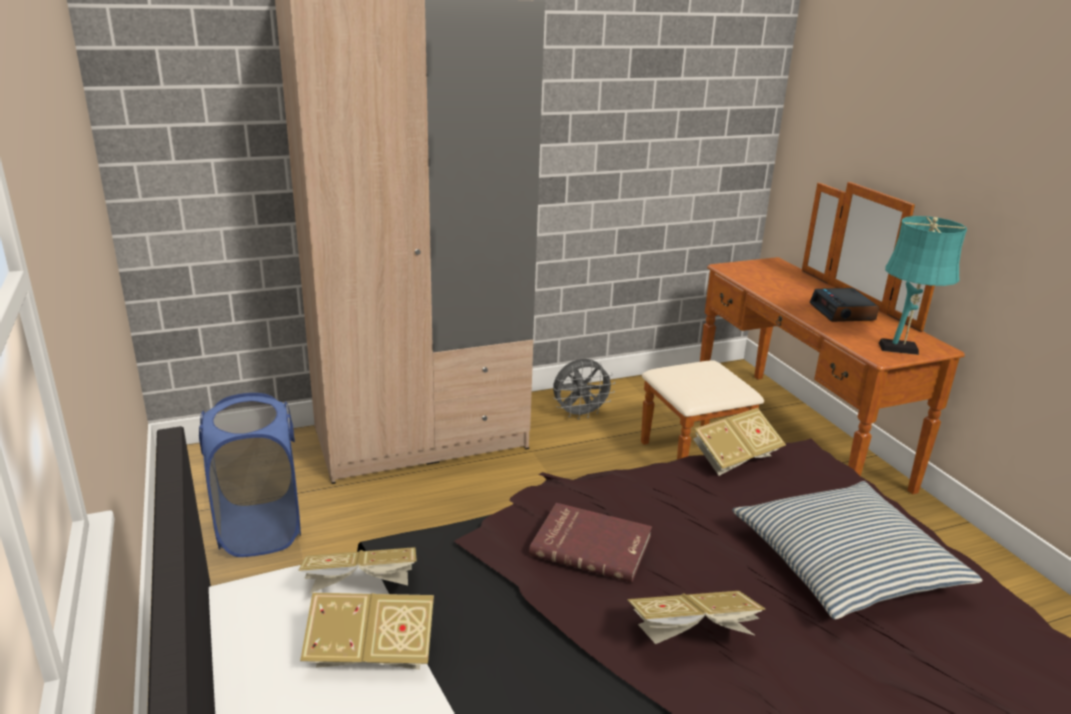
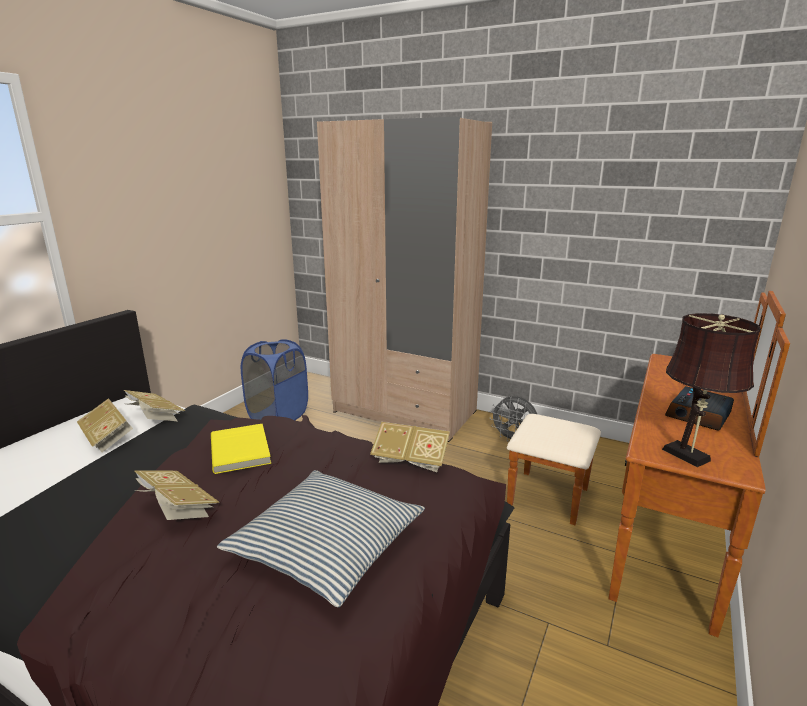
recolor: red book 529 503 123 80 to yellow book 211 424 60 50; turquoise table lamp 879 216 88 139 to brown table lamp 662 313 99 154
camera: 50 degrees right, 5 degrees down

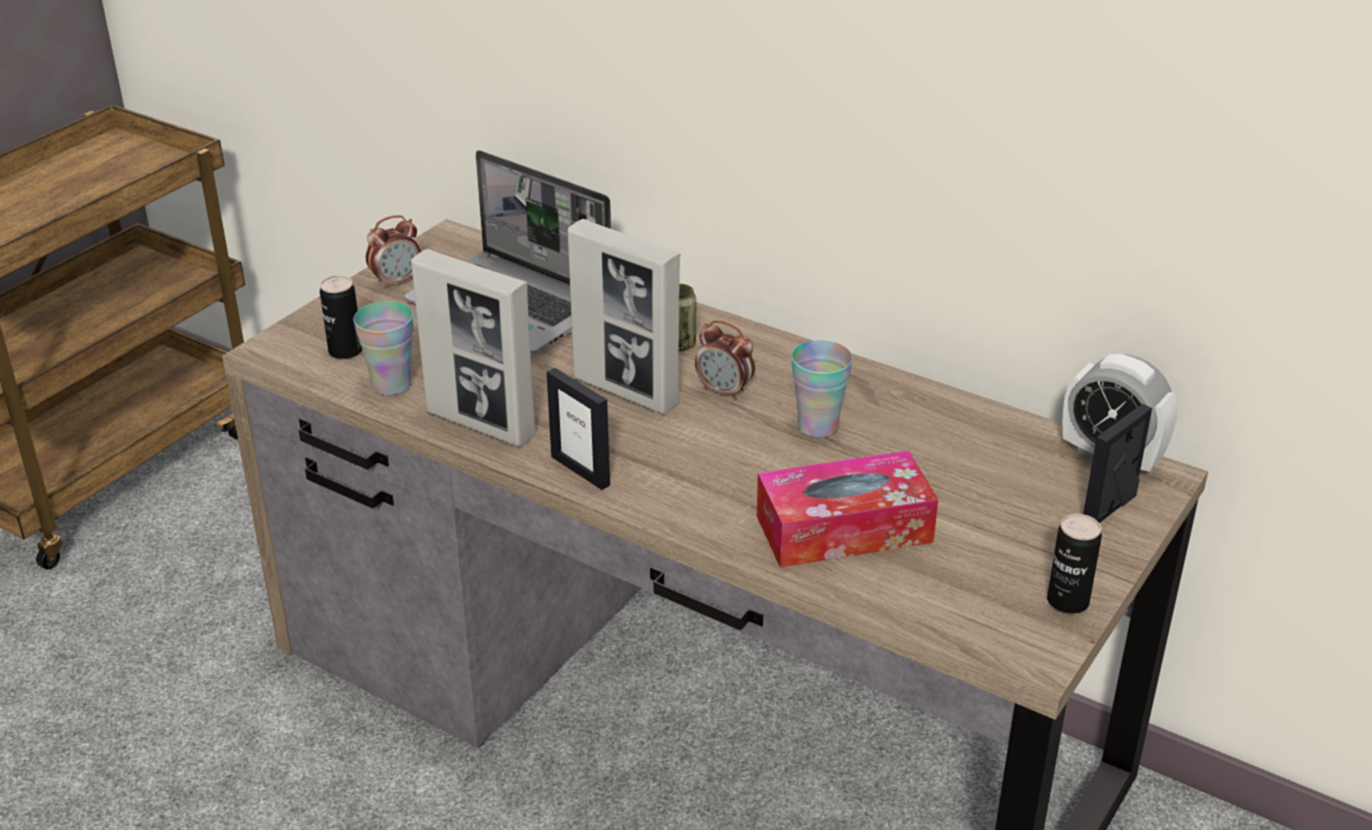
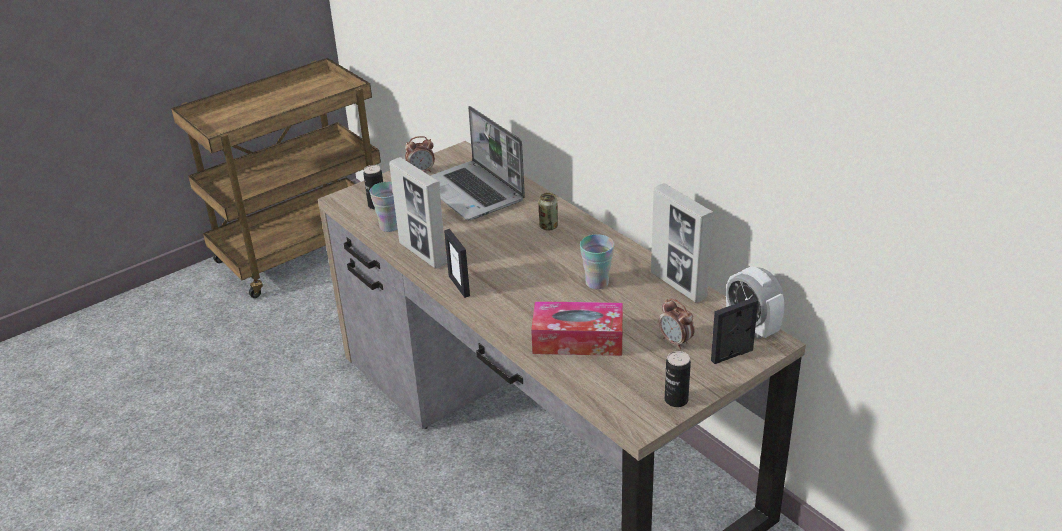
move: picture frame 568 219 112 195 to 651 183 63 120; alarm clock 695 320 60 80 to 659 298 36 51
camera: 20 degrees right, 0 degrees up

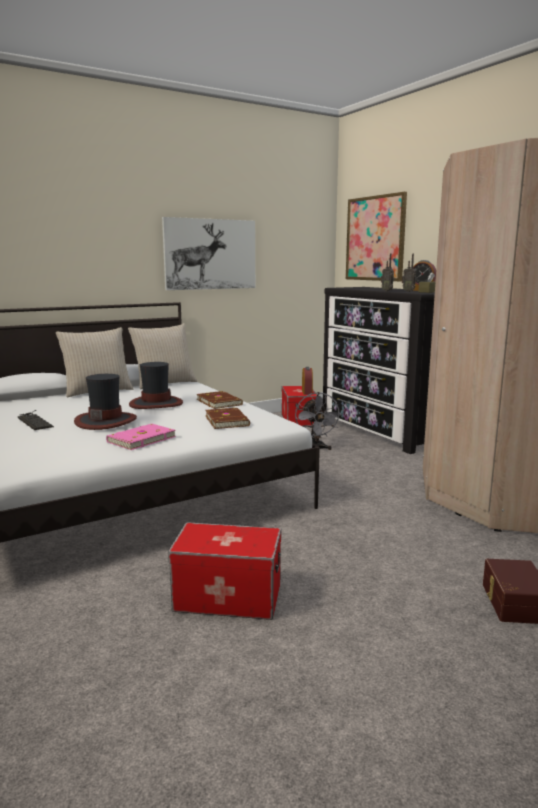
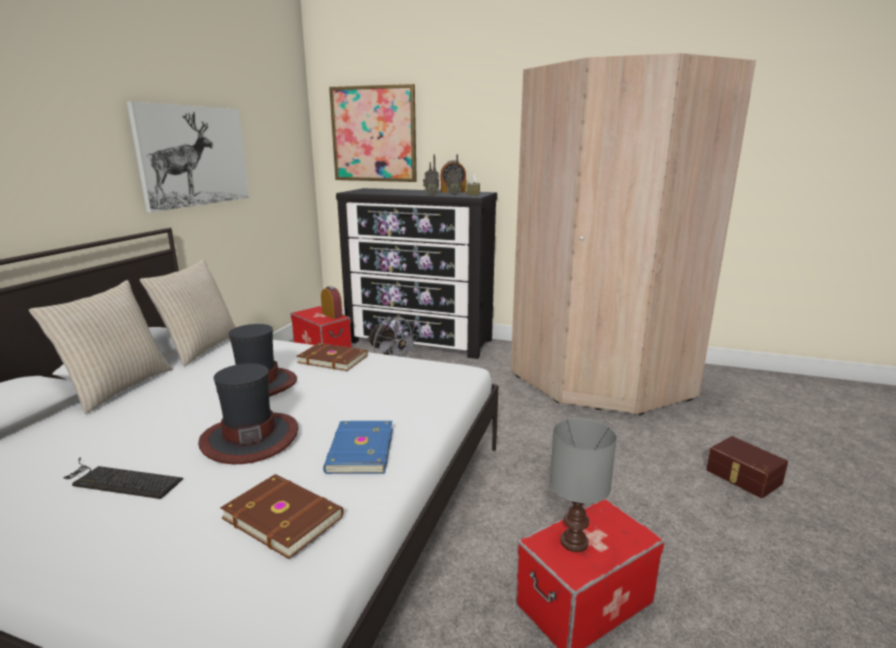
insert: grey table lamp 550 418 67 134
move: brown book 205 408 45 21 to 220 474 124 85
recolor: pink book 106 424 70 26 to blue book 323 421 70 53
camera: 40 degrees left, 5 degrees up

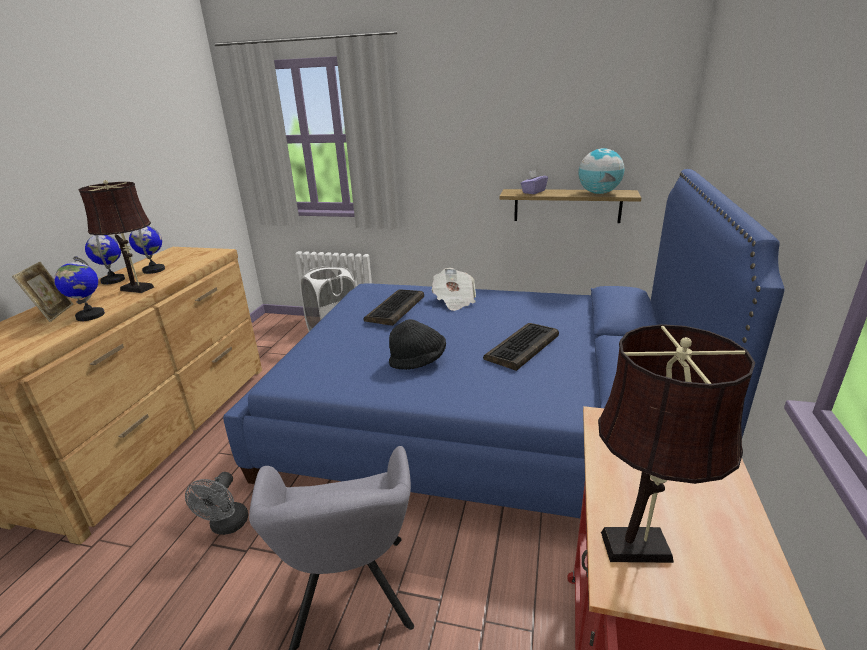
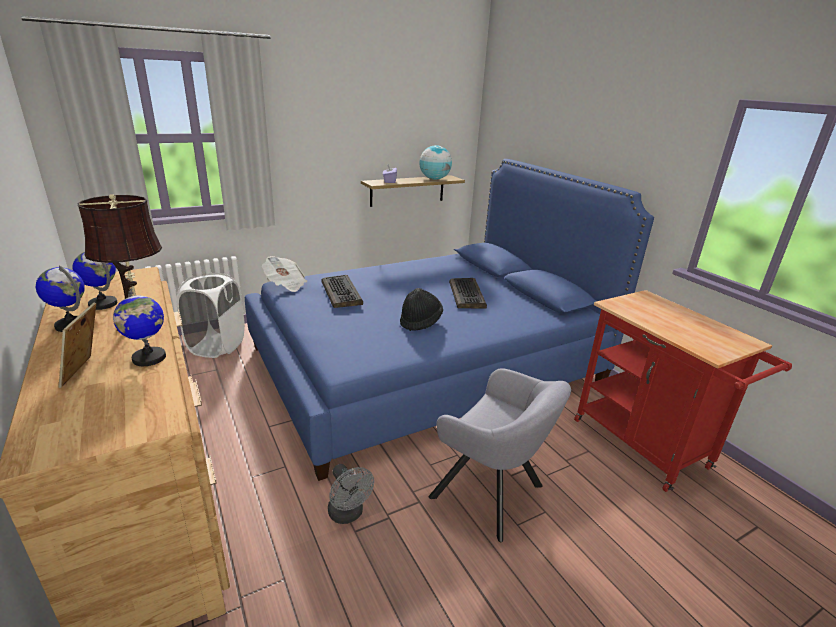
delete: brown table lamp 598 324 157 239
move: newspaper 432 268 44 43 to 262 256 45 36
rotate: picture frame 12 262 61 60 = 58 303 38 85 135 degrees counterclockwise
camera: 45 degrees left, 0 degrees up

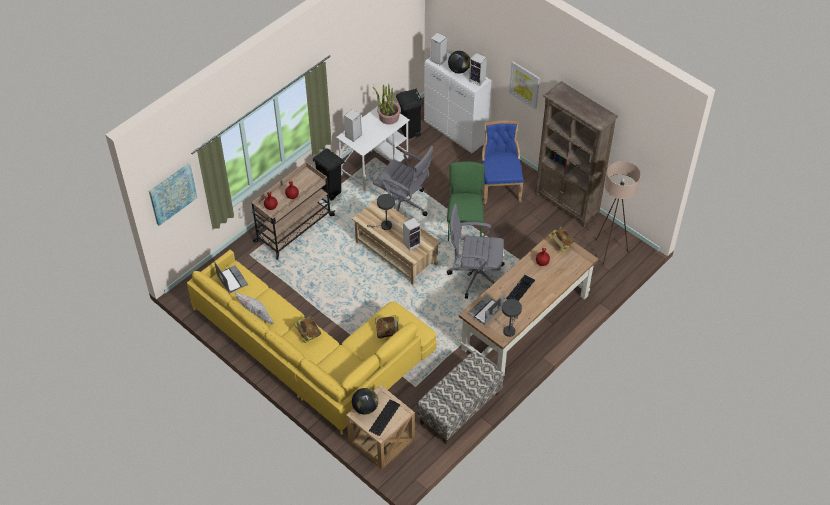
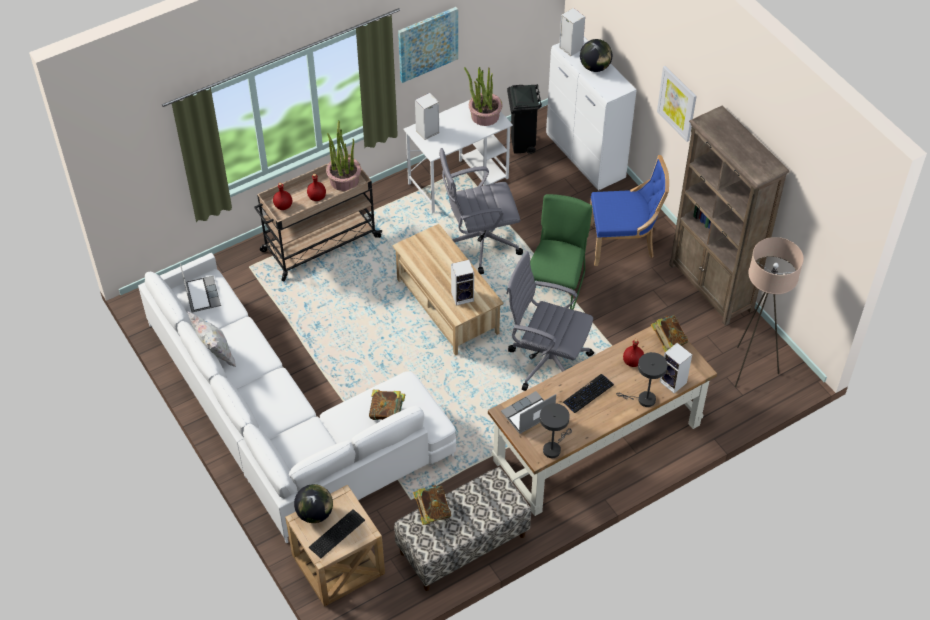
delete: black trash can 312 148 33 53
insert: potted plant 326 121 35 70
move: picture 149 163 48 63 to 398 7 60 76; book 294 316 27 27 to 413 485 38 40; grey table lamp 367 194 28 36 to 616 352 51 55; speaker 469 53 18 33 to 660 343 32 51
recolor: yellow sofa 187 250 250 185 to white sofa 138 253 318 291
rotate: grey office chair 373 146 61 70 = 439 148 84 126 120 degrees clockwise; blue chair 482 121 41 83 = 590 155 79 111 75 degrees clockwise
camera: 15 degrees right, 0 degrees up

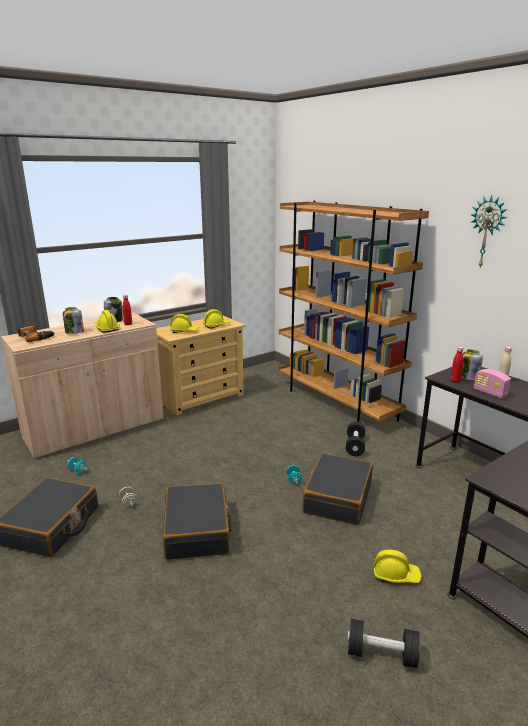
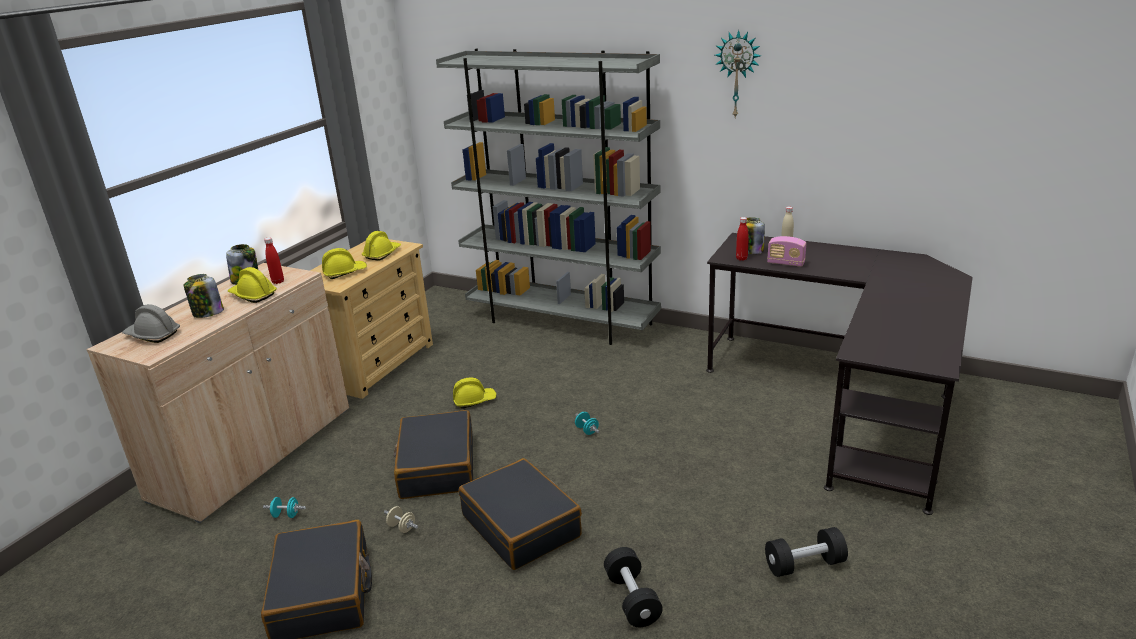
move: black suitcase 302 453 71 72 to 393 410 80 89; yellow hard hat 373 550 49 33 to 453 377 43 32; black dumbbell 346 422 19 35 to 604 547 59 80
replace: power drill 17 324 37 18 to grey hard hat 122 304 58 39
recolor: brown bookcase 278 201 151 221 to grey bookcase 436 49 225 296
camera: 25 degrees left, 5 degrees up

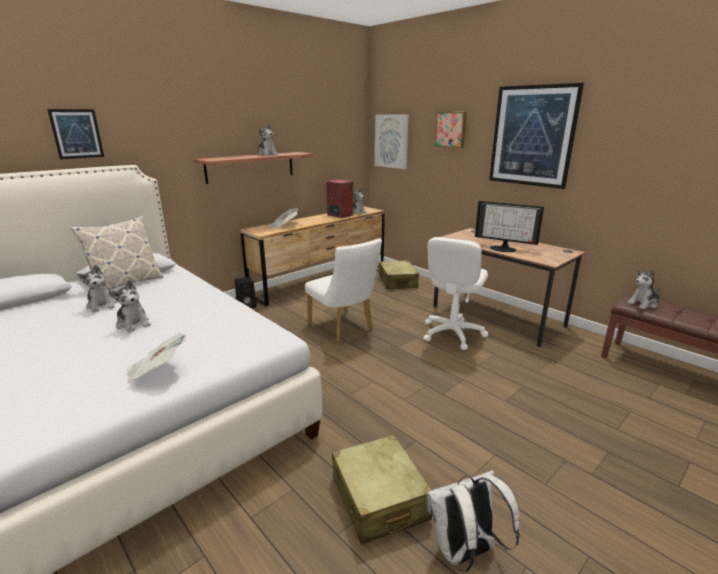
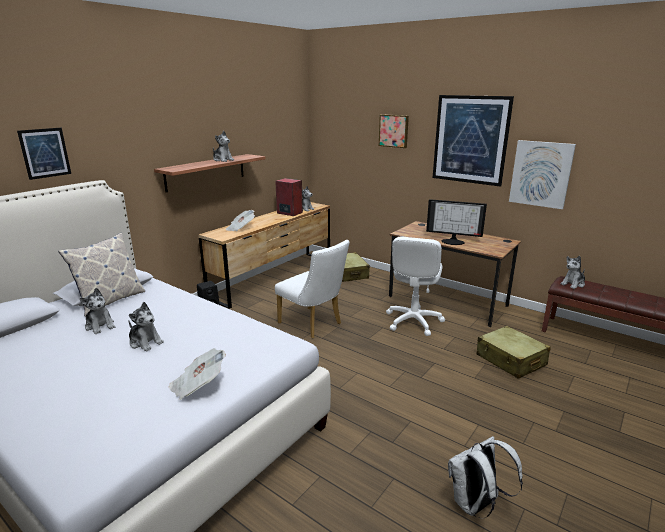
move: beige suitcase 332 435 100 109 to 477 326 74 52; picture 375 115 34 54 to 509 140 67 69
camera: 10 degrees left, 0 degrees up

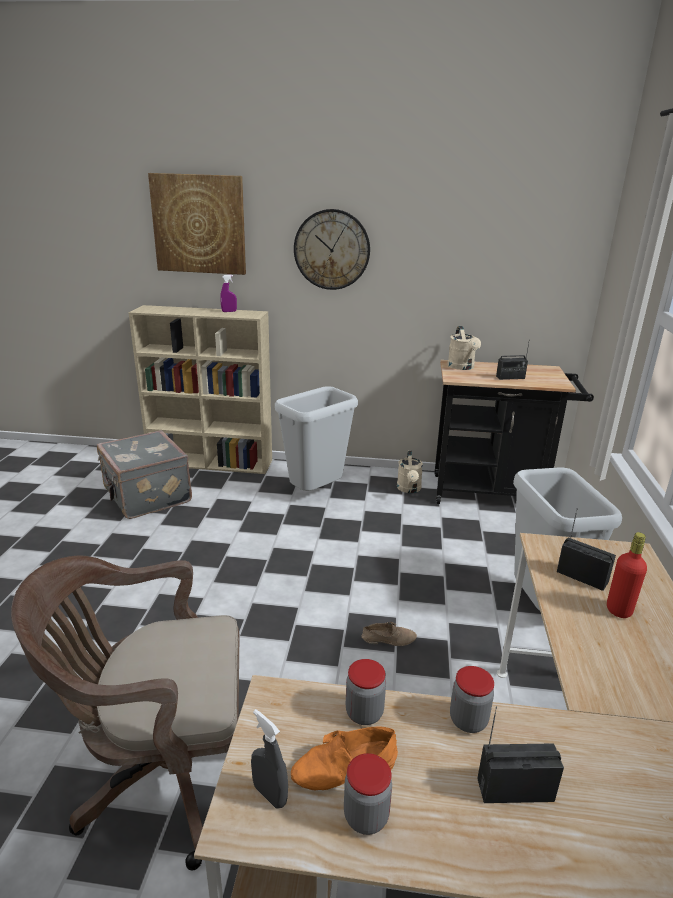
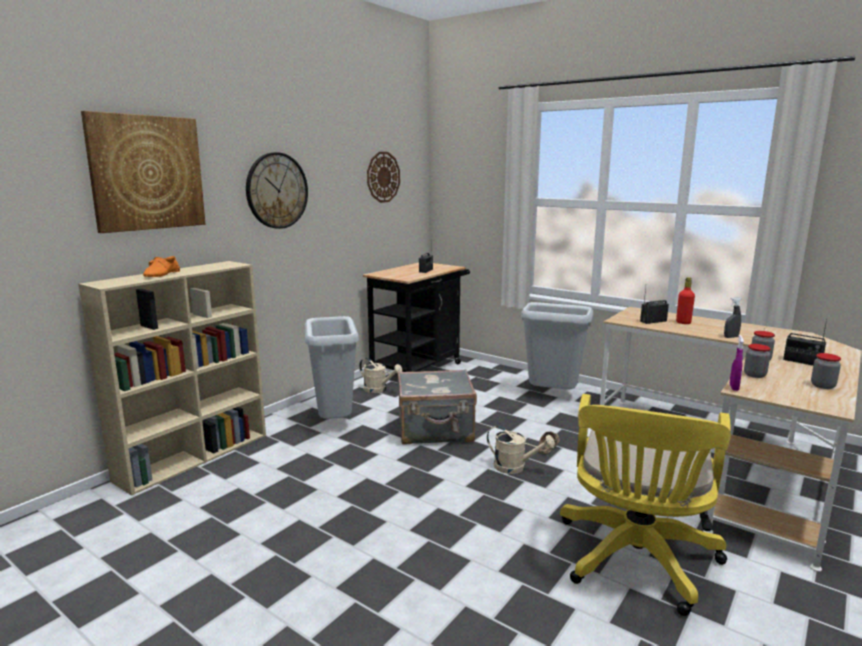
insert: wall clock 367 152 33 51
move: orange shoe 291 726 107 64 to 143 256 37 21; grey suitcase 97 430 95 89 to 397 369 80 75; beige watering can 447 326 34 44 to 487 426 68 48; grey spray bottle 251 709 37 100 to 724 297 18 41; purple spray bottle 220 275 17 37 to 730 335 14 56
recolor: brown office chair 11 556 228 314 to yellow office chair 560 394 171 222
rotate: radio 477 707 87 96 = 783 319 44 47 75 degrees counterclockwise
camera: 60 degrees left, 10 degrees down

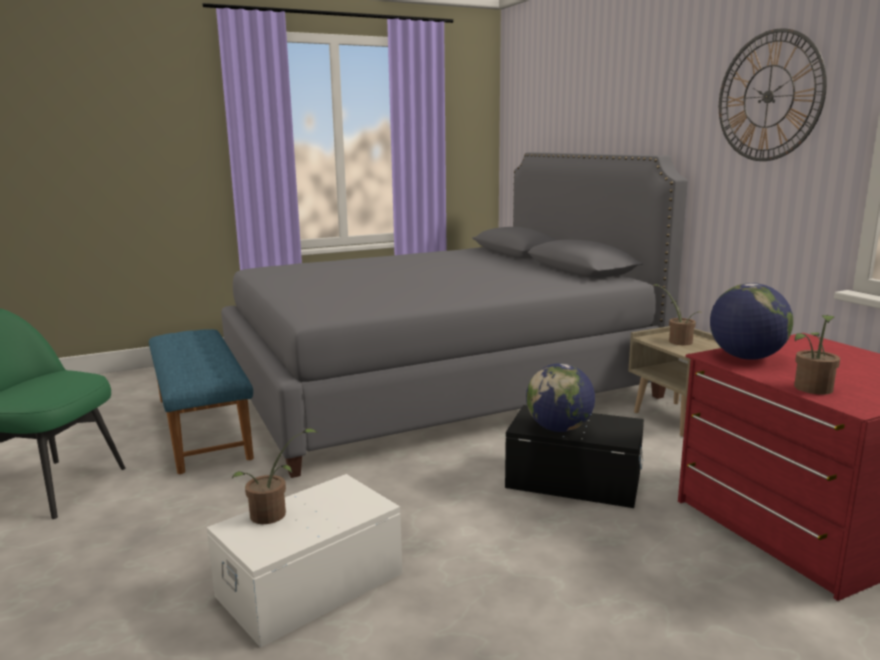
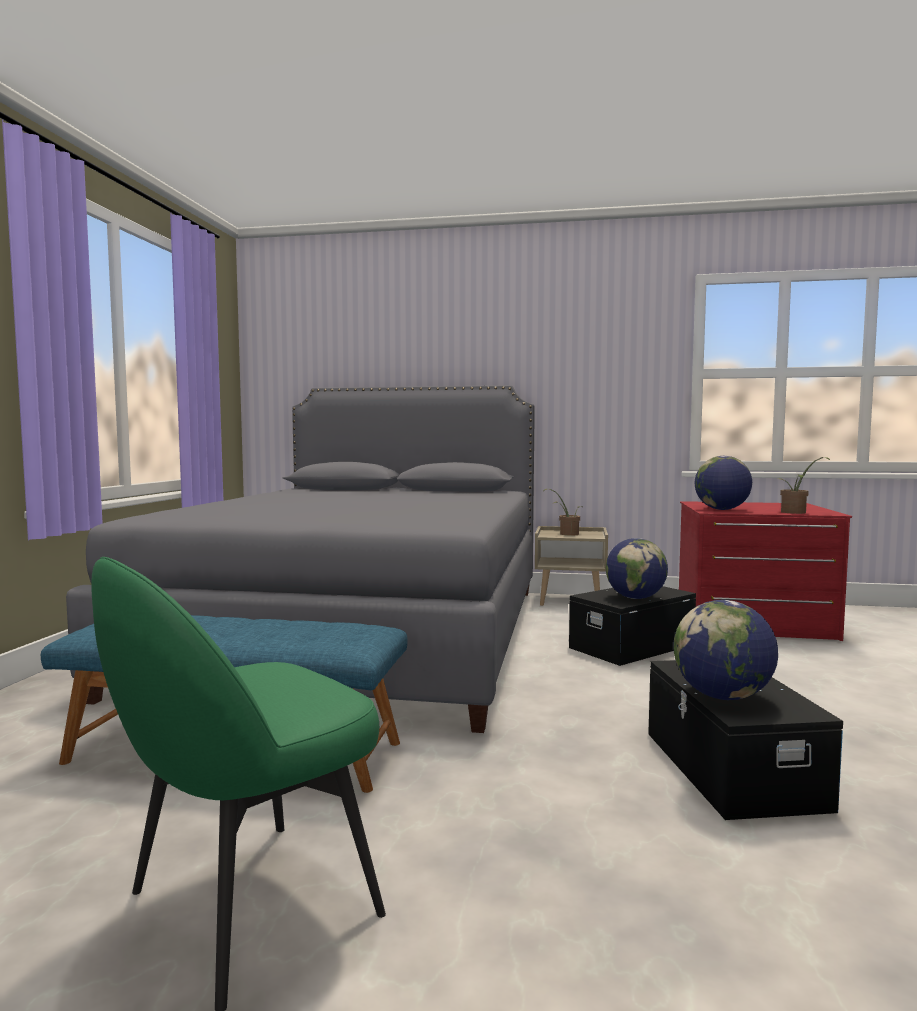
delete: wall clock 719 29 108 132
replace: potted plant 232 428 86 96 to globe 673 600 105 100
recolor: white storage box 207 474 195 174 to black storage box 648 660 195 160
camera: 55 degrees left, 10 degrees down

